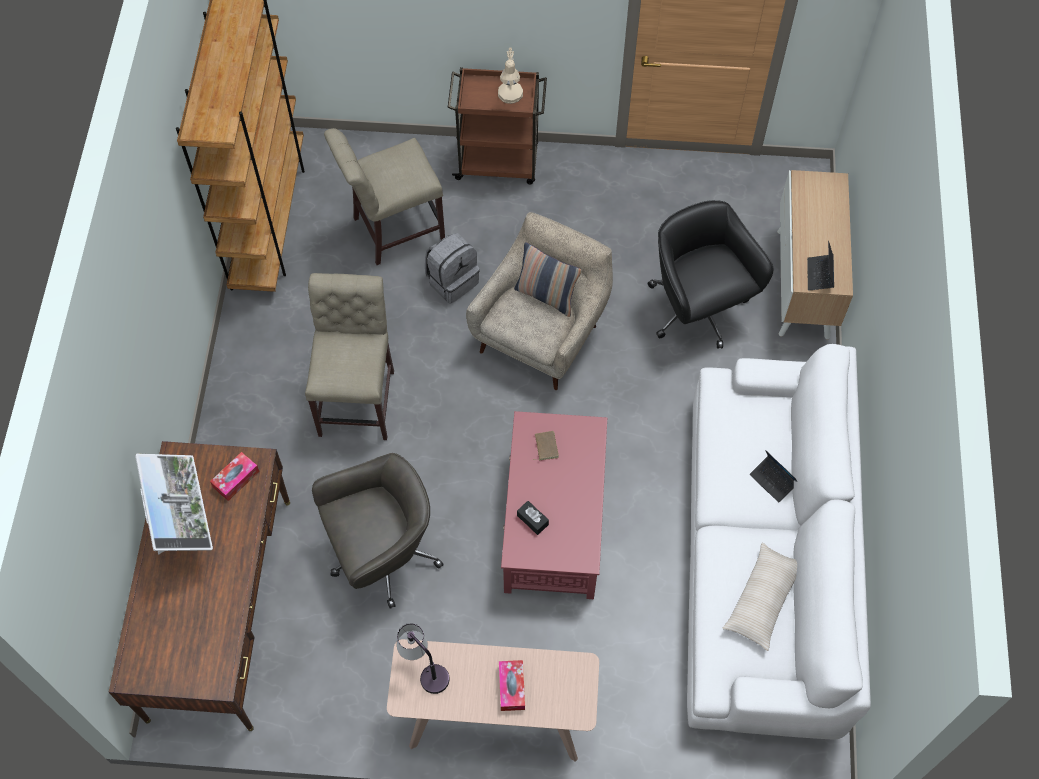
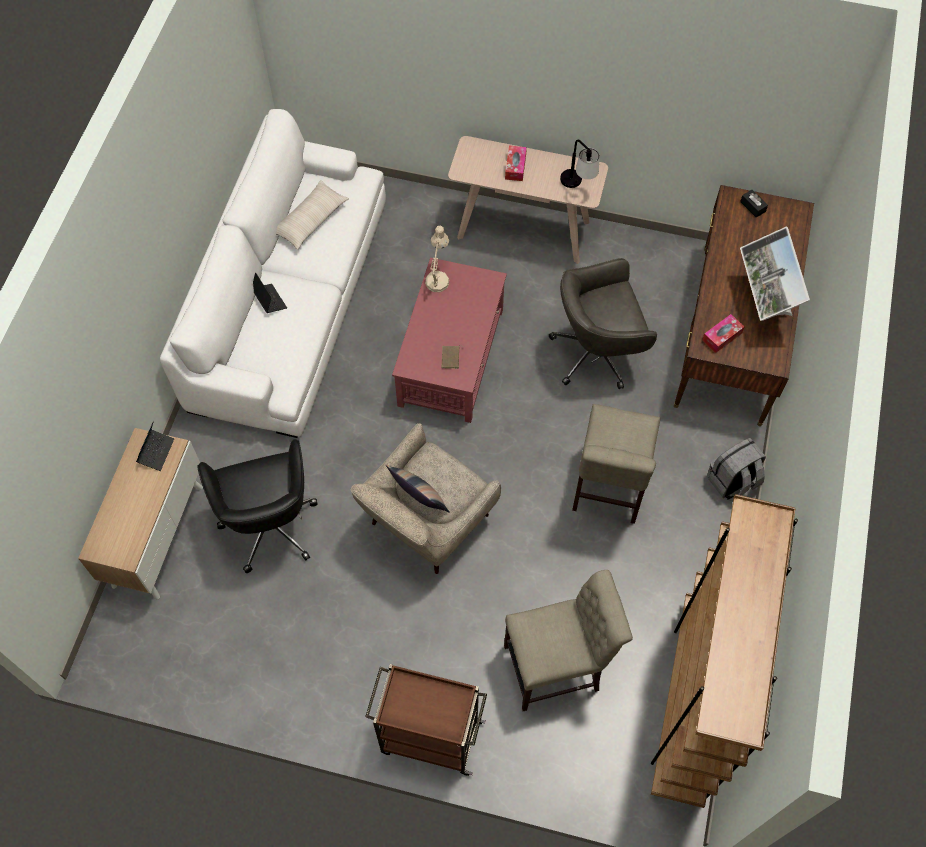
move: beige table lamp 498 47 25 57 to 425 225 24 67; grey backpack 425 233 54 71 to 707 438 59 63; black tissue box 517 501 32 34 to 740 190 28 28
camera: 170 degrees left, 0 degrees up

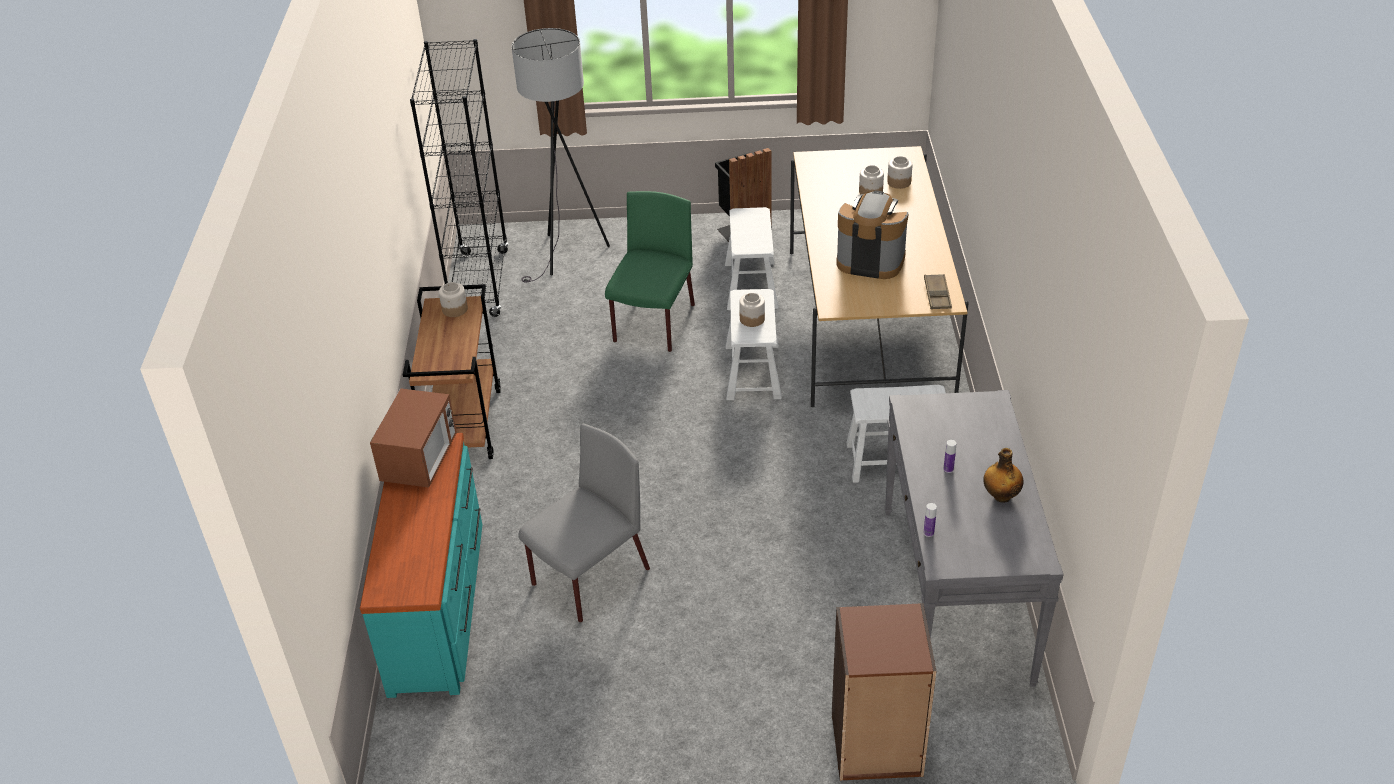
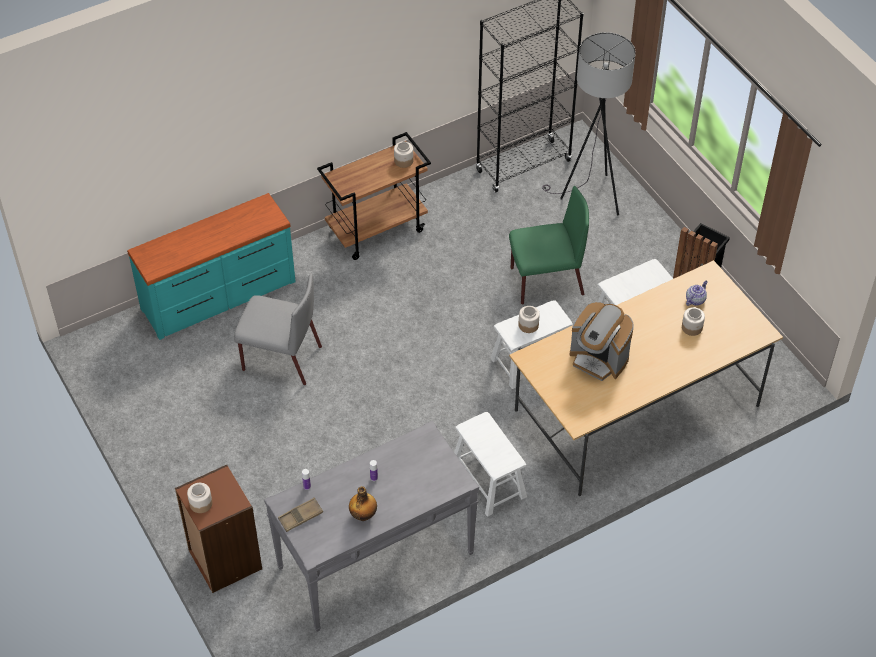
delete: microwave 370 388 87 100
insert: teapot 686 281 22 25
move: jar 887 156 25 33 to 187 483 25 30; brown tray 924 274 28 35 to 278 497 45 35
rotate: coffee machine 836 190 73 89 = 569 302 65 79 135 degrees clockwise
camera: 60 degrees right, 10 degrees up

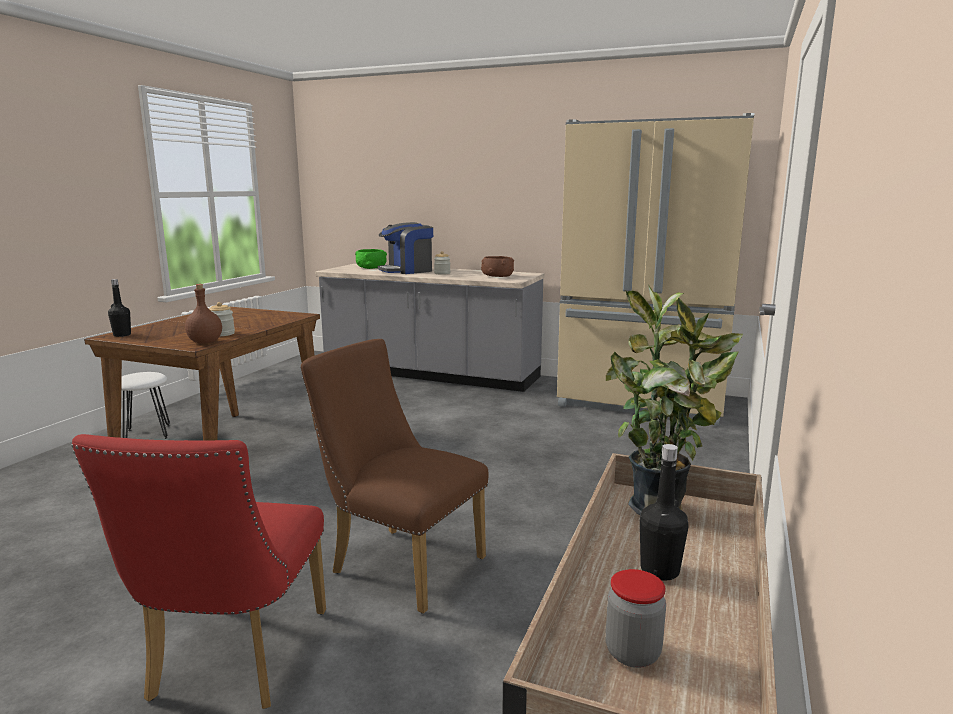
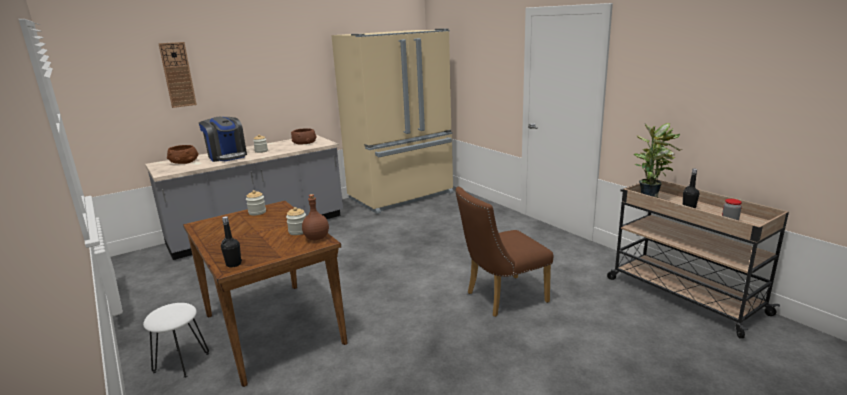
delete: red chair 71 434 255 275
insert: wall clock 158 42 39 66; jar 246 190 20 26
recolor: green bowl 355 249 32 20 to brown bowl 167 145 32 19
rotate: coffee machine 378 222 55 52 = 199 117 48 45 45 degrees counterclockwise
camera: 55 degrees left, 5 degrees up

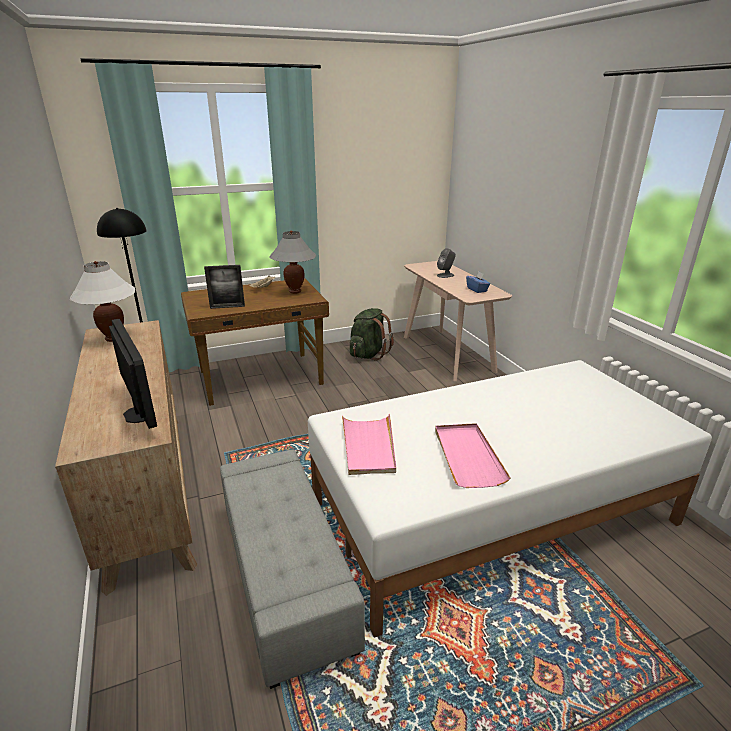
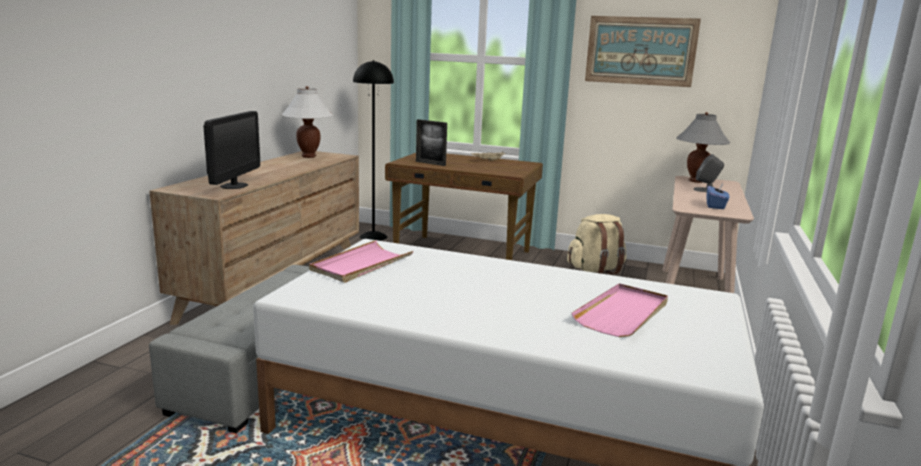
insert: picture 585 16 116 71
move: pink tray 435 423 76 65 to 572 283 96 54; grey table lamp 269 231 47 63 to 676 112 54 71
recolor: green backpack 350 308 44 52 to beige backpack 567 214 59 61
camera: 40 degrees right, 10 degrees down

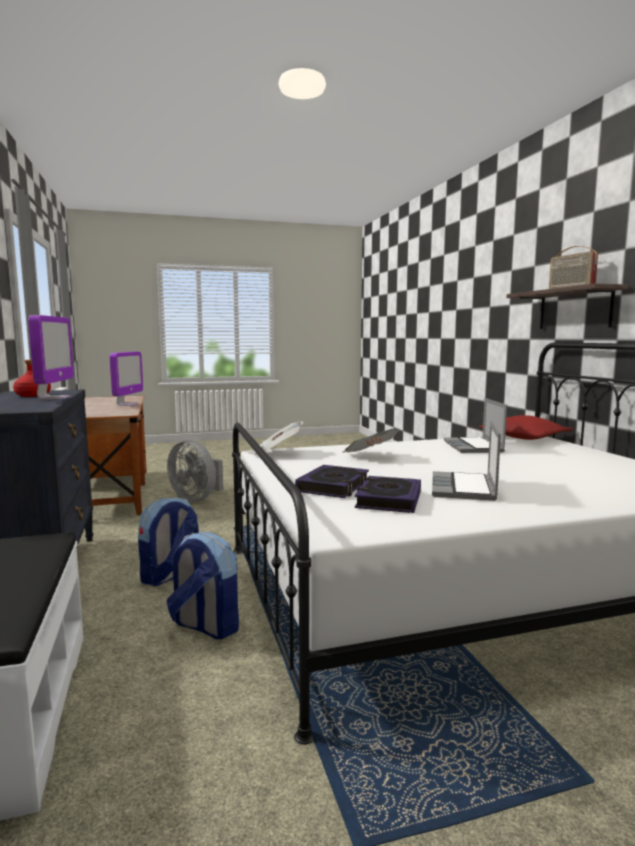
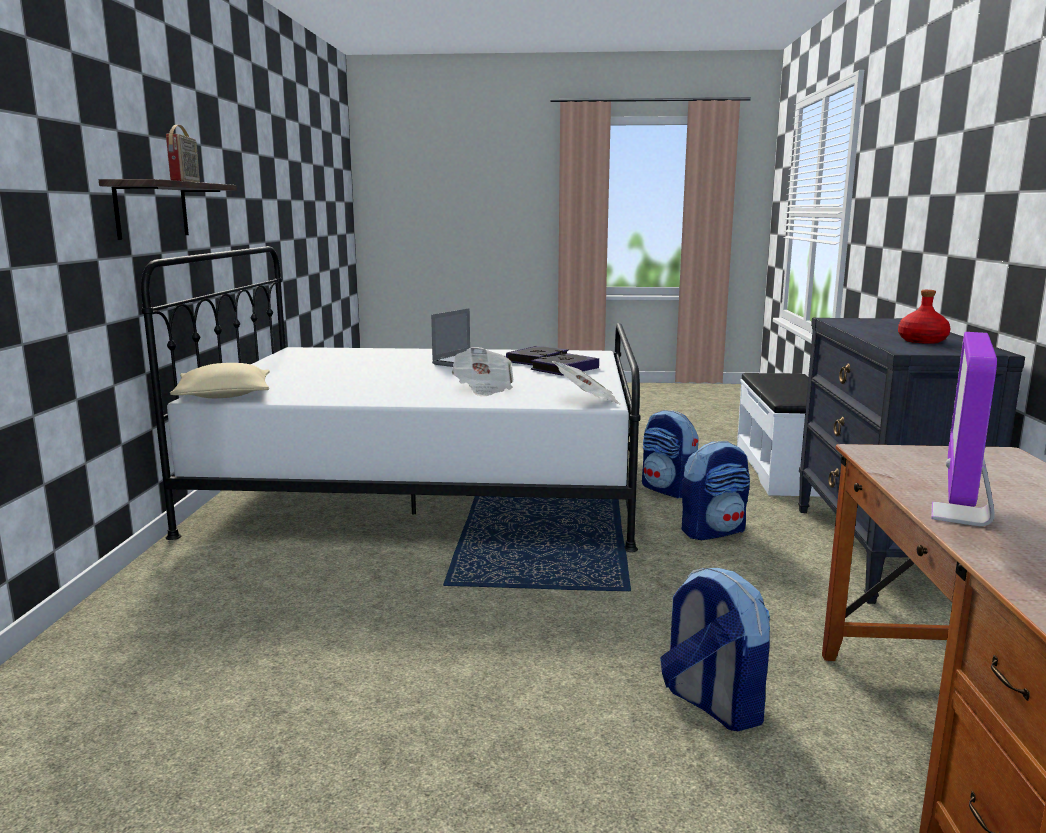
delete: monitor 28 315 46 84; laptop 444 398 63 55
replace: grey fan 167 440 56 62 to backpack 660 568 110 163
recolor: red pillow 479 415 94 25 to beige pillow 170 363 100 35
camera: 160 degrees left, 5 degrees up

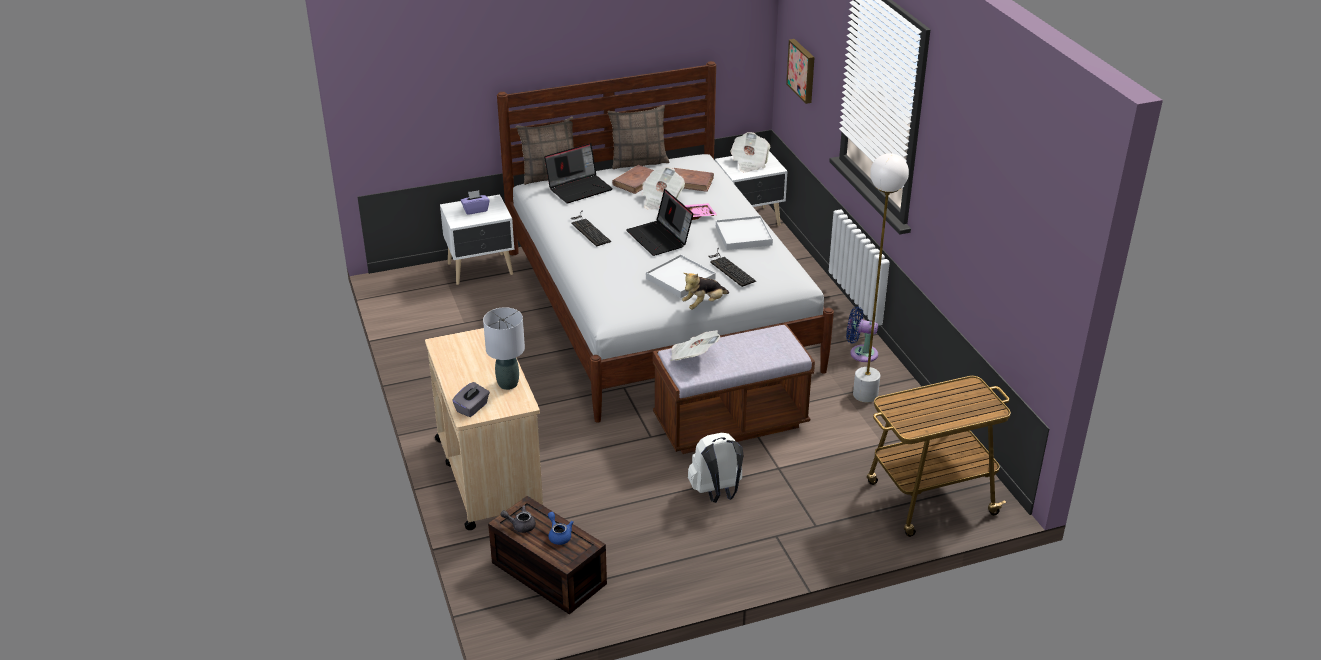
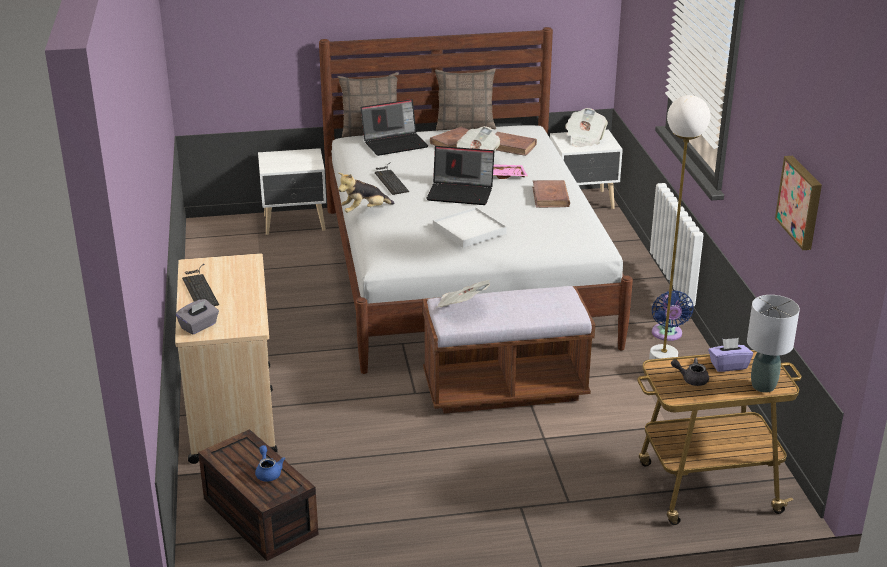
delete: white backpack 688 433 55 70
move: keyboard 708 248 48 39 to 182 264 37 42; plush toy 682 273 47 36 to 338 173 57 40; grey teapot 500 505 36 28 to 671 358 38 28; purple tissue box 461 190 29 25 to 708 338 45 34; grey table lamp 483 307 42 83 to 747 295 53 98; picture 786 39 29 65 to 775 156 47 94
replace: white tray 716 216 57 34 to brown book 532 180 38 28
rotate: laptop 626 189 67 67 = 426 146 68 59 60 degrees counterclockwise; blue fan 846 307 32 55 = 652 290 41 51 120 degrees counterclockwise
camera: 10 degrees right, 5 degrees down

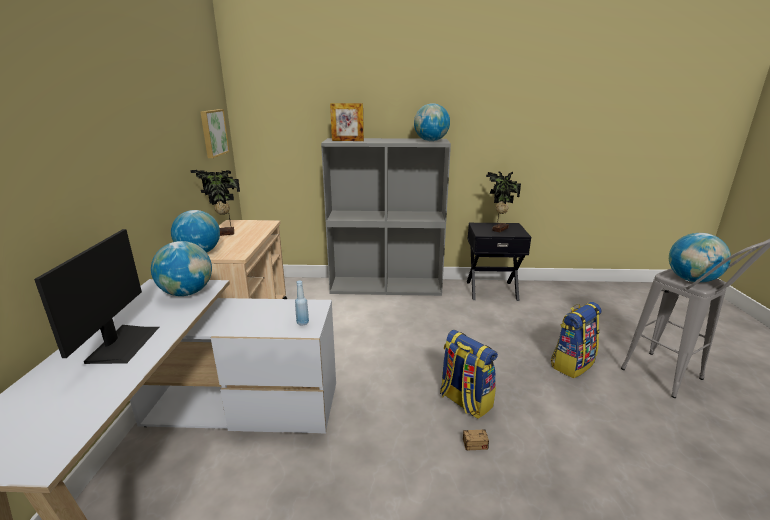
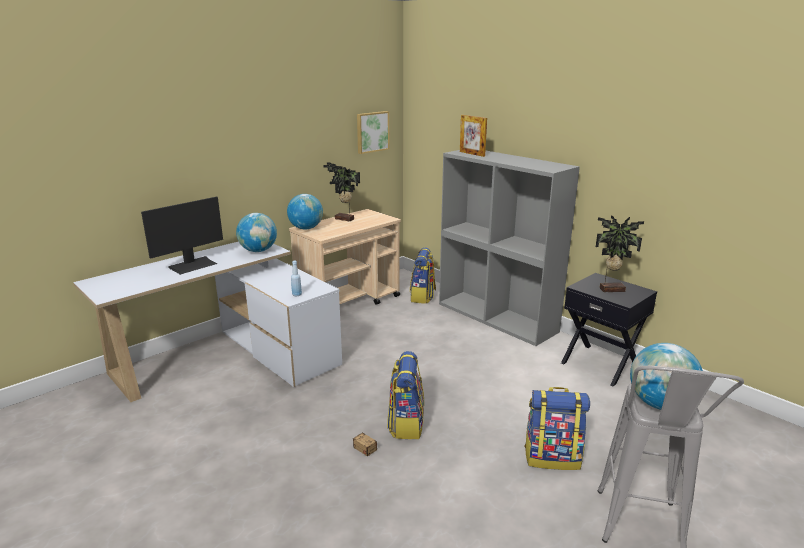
delete: globe 414 103 36 38
insert: backpack 410 247 26 57
camera: 45 degrees right, 0 degrees up

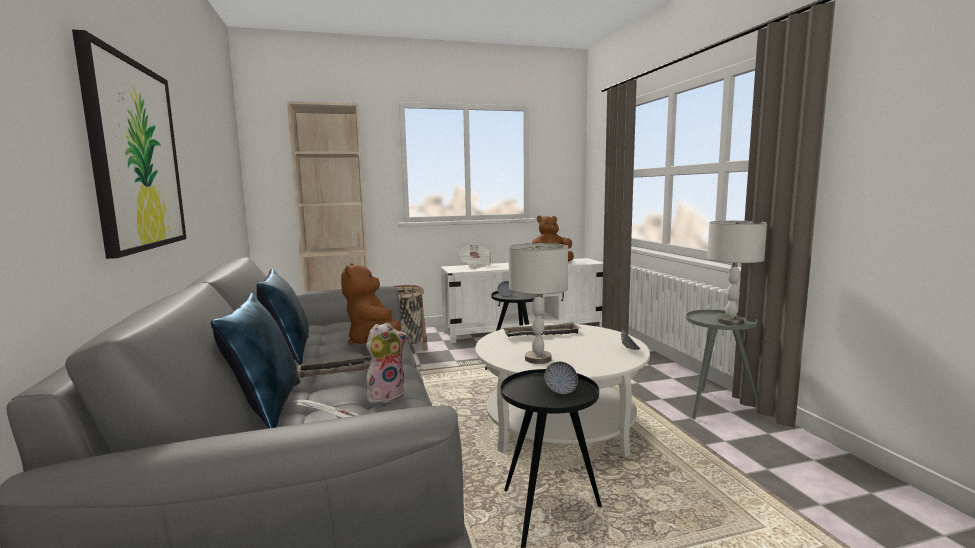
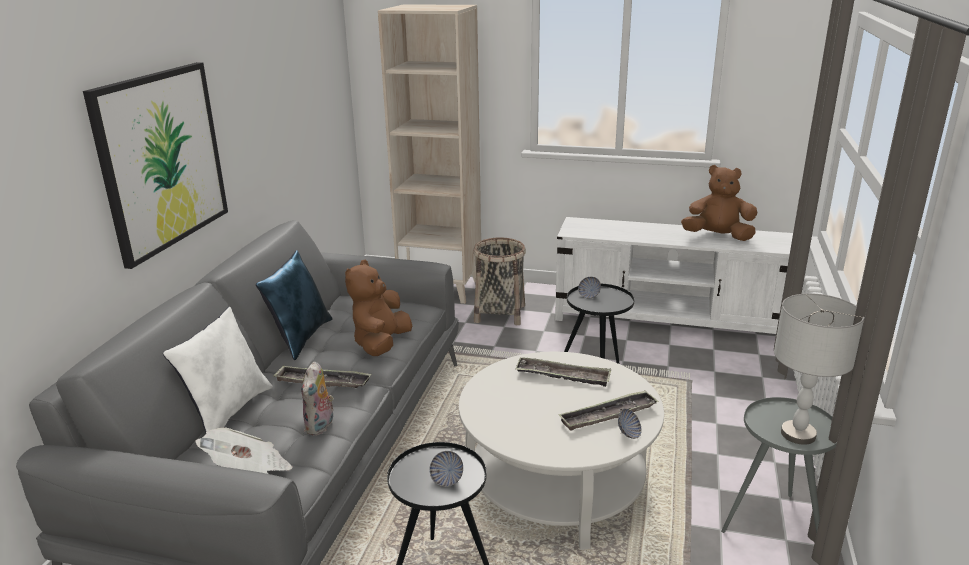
delete: newspaper 458 244 34 25; grey table lamp 509 243 59 121
insert: tray 559 390 100 41
recolor: blue pillow 211 293 89 135 to white pillow 163 307 110 125
rotate: plush toy 366 322 42 83 = 301 361 33 74 105 degrees clockwise
camera: 30 degrees right, 15 degrees up

